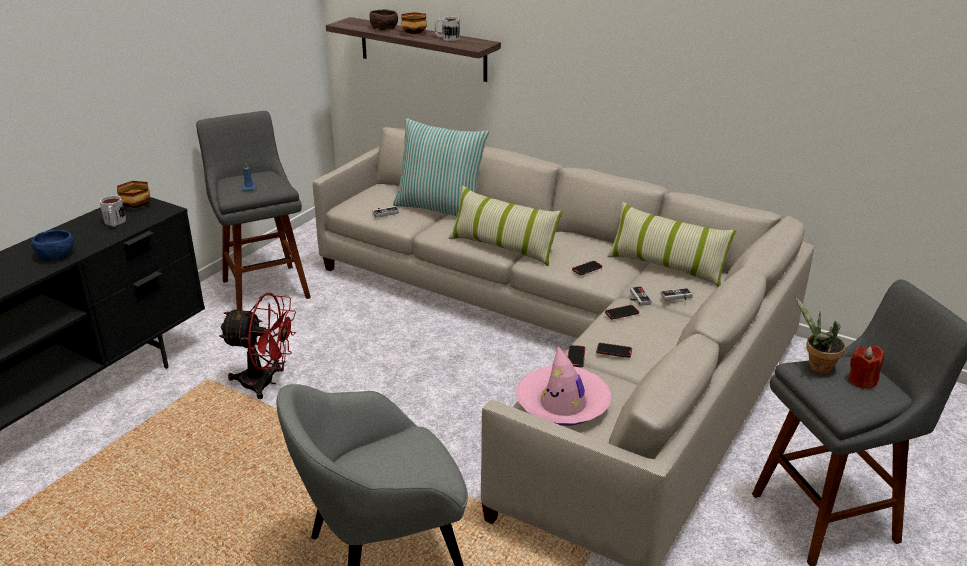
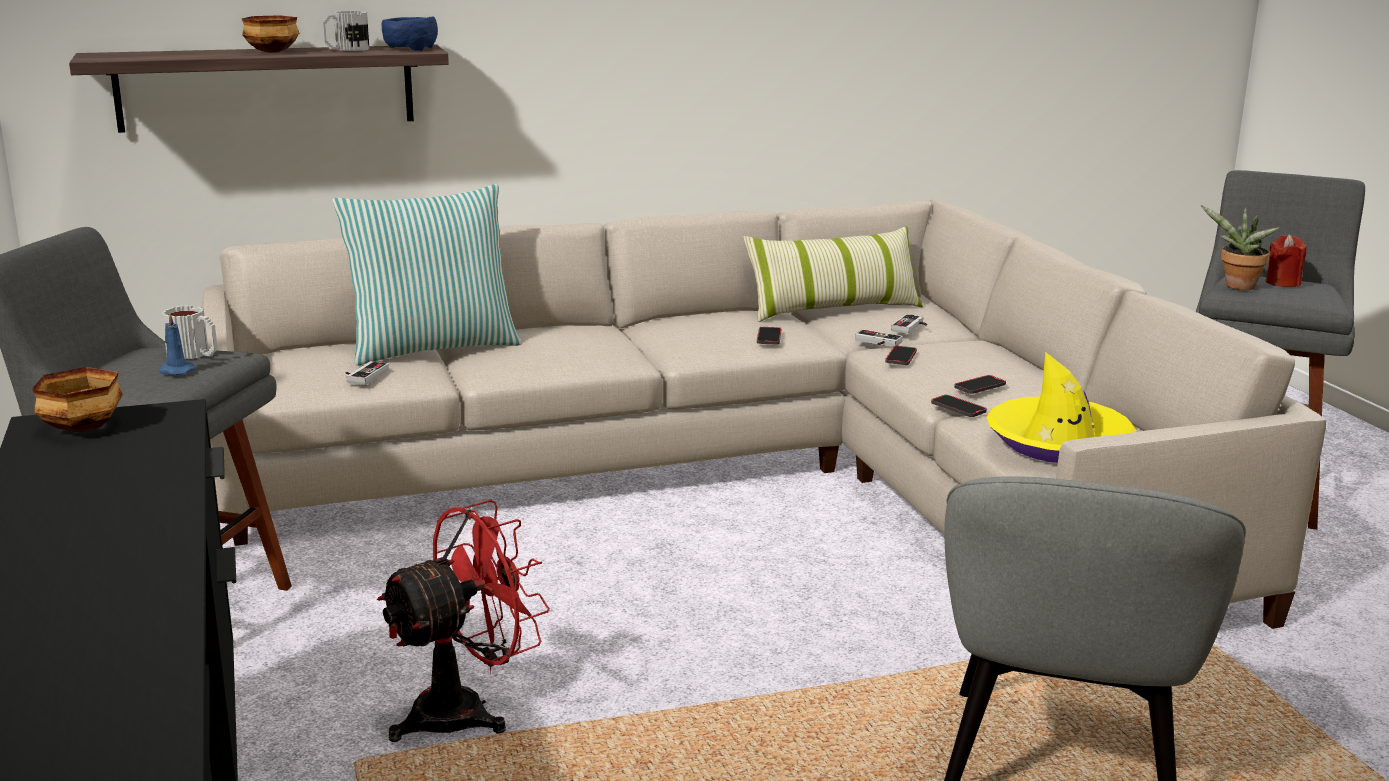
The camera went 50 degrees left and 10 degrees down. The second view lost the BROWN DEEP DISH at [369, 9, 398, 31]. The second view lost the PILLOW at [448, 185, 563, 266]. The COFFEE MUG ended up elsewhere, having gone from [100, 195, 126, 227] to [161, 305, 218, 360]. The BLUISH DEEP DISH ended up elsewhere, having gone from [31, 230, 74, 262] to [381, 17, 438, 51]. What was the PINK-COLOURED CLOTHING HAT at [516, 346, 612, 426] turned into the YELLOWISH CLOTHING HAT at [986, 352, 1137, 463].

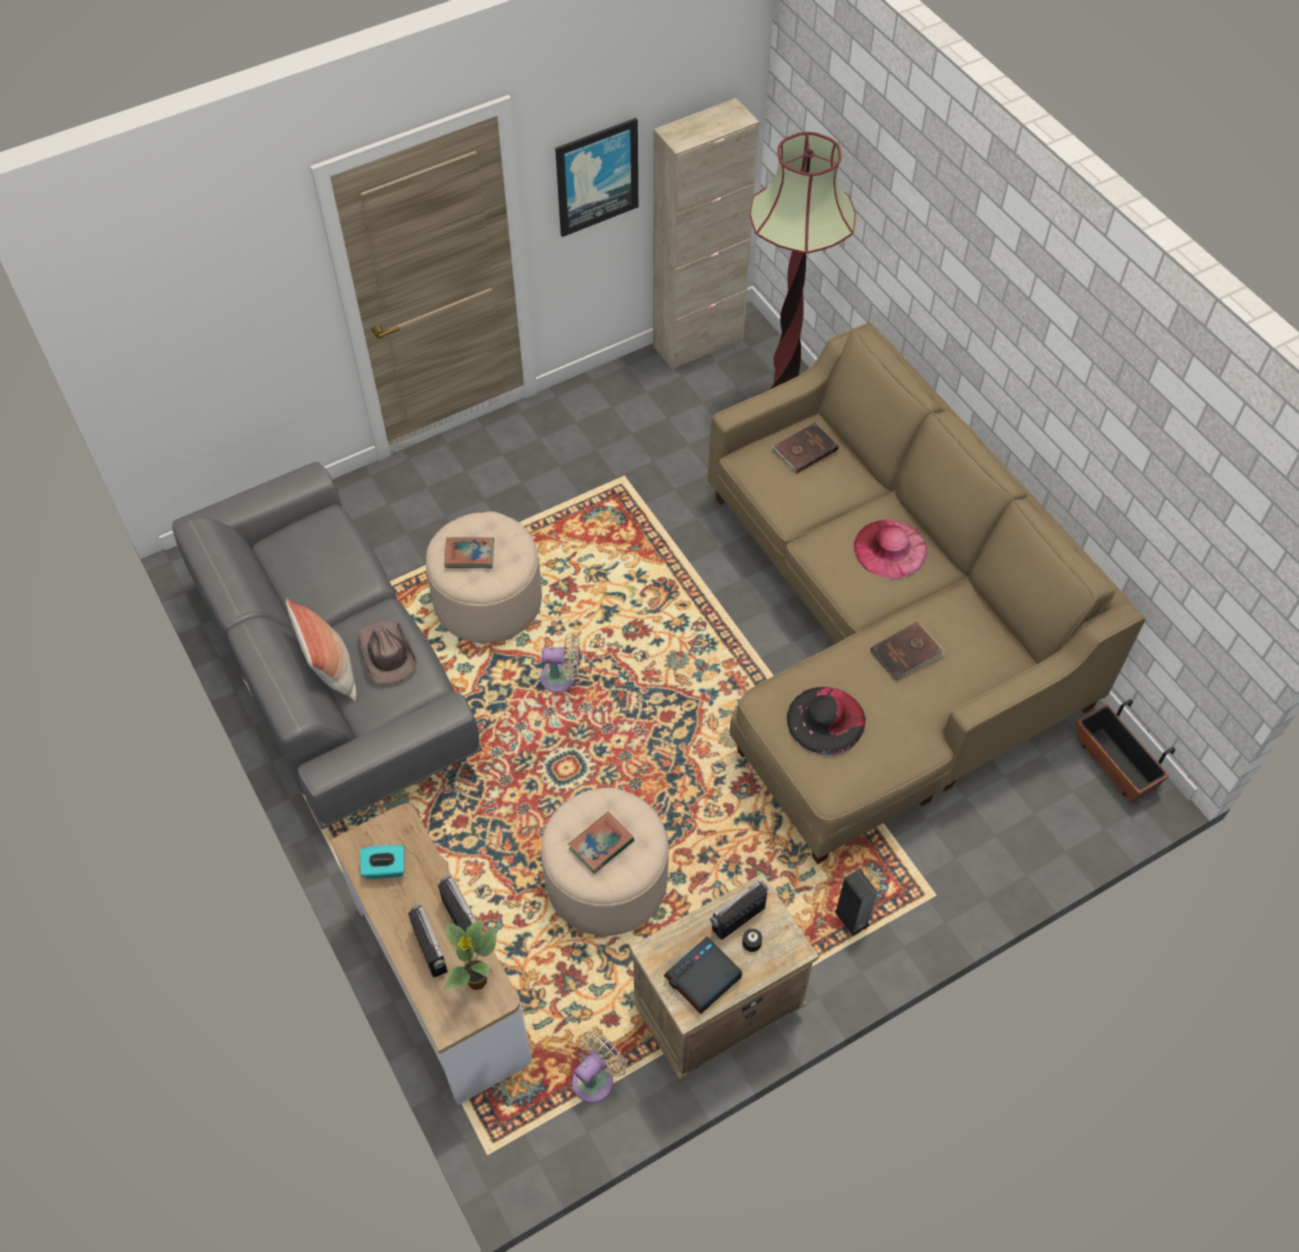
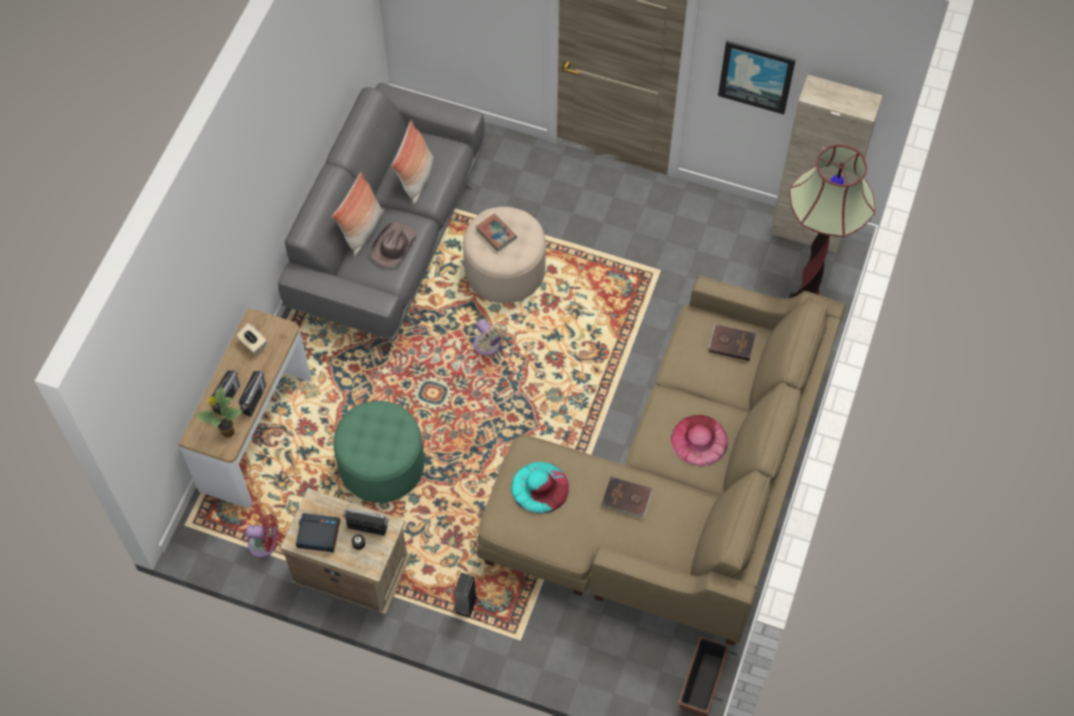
The camera went 50 degrees right and 5 degrees up. What was the BLACK-COLOURED CLOTHING HAT at [787, 687, 866, 755] turned into the TURQUOISE CLOTHING HAT at [511, 462, 569, 514]. What was the BEIGE FOOTREST at [541, 788, 669, 936] turned into the GREEN-COLOURED FOOTREST at [333, 401, 424, 503]. The second view lost the BOUND BOOK at [568, 812, 634, 874]. What was the TURQUOISE BOX OF TISSUES at [360, 845, 405, 879] turned into the BEIGE BOX OF TISSUES at [236, 323, 267, 354]. What was the BEIGE FAN at [572, 1030, 627, 1103] turned into the RED-COLOURED FAN at [246, 514, 278, 558]. The second view gained the PILLOW at [391, 120, 434, 205].

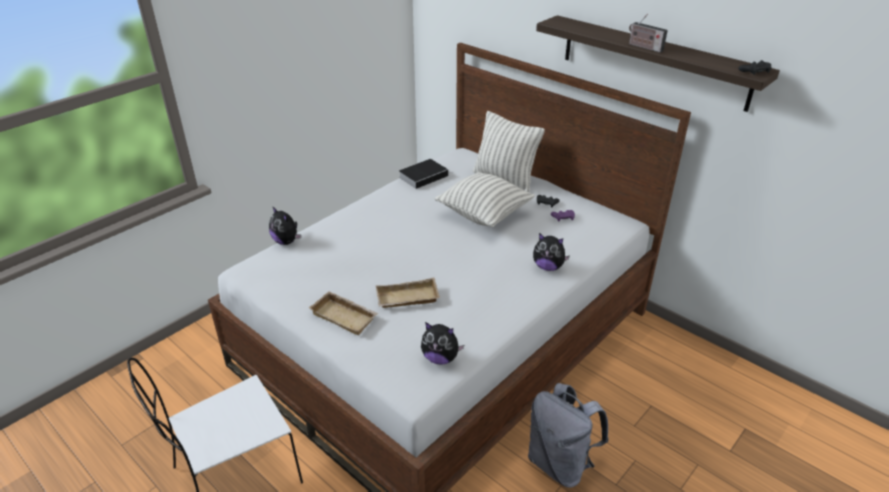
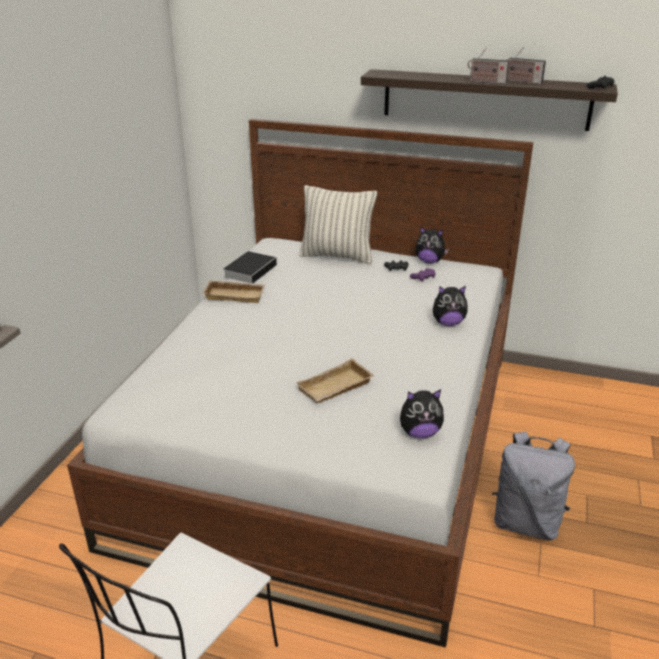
The camera went 25 degrees left and 5 degrees down. The second view lost the PILLOW at [434, 172, 535, 227]. The CUDDLY TOY ended up elsewhere, having gone from [269, 206, 301, 245] to [416, 227, 449, 264]. The BEIGE TRAY ended up elsewhere, having gone from [309, 291, 378, 335] to [203, 280, 265, 303]. The second view gained the RADIO at [507, 47, 546, 84].

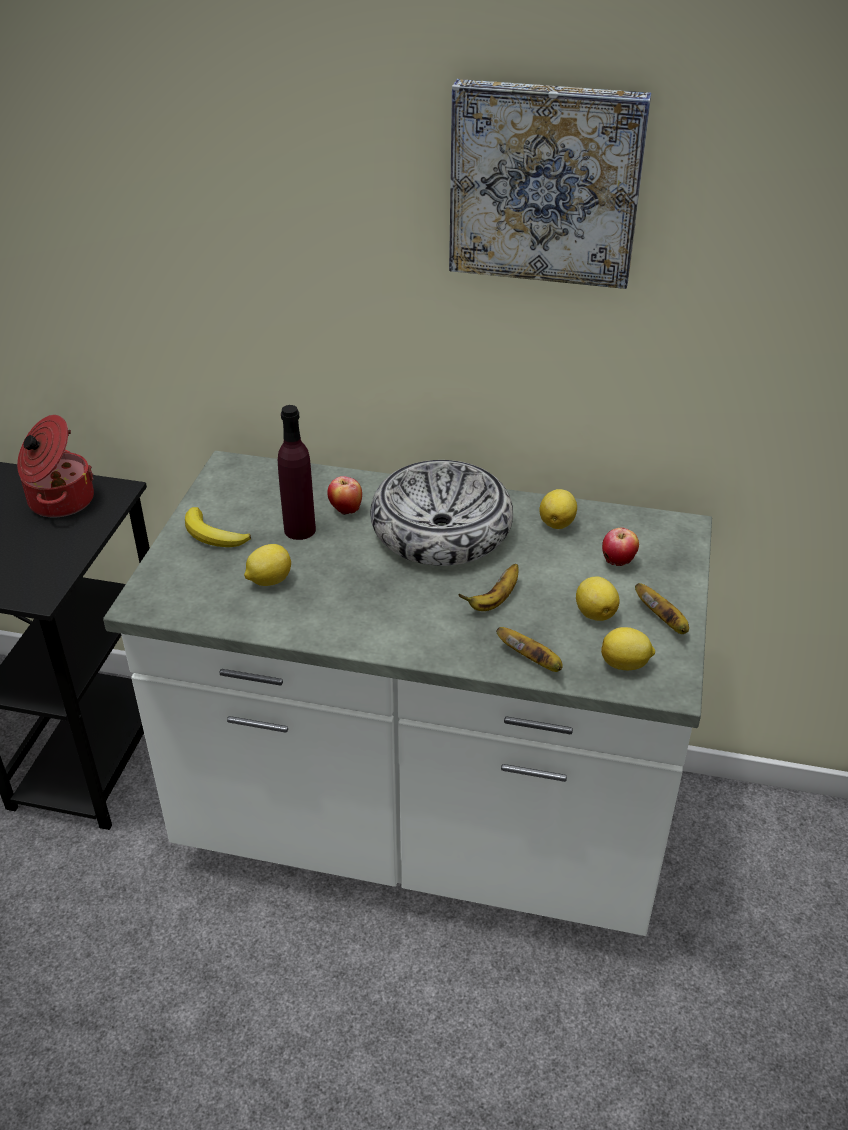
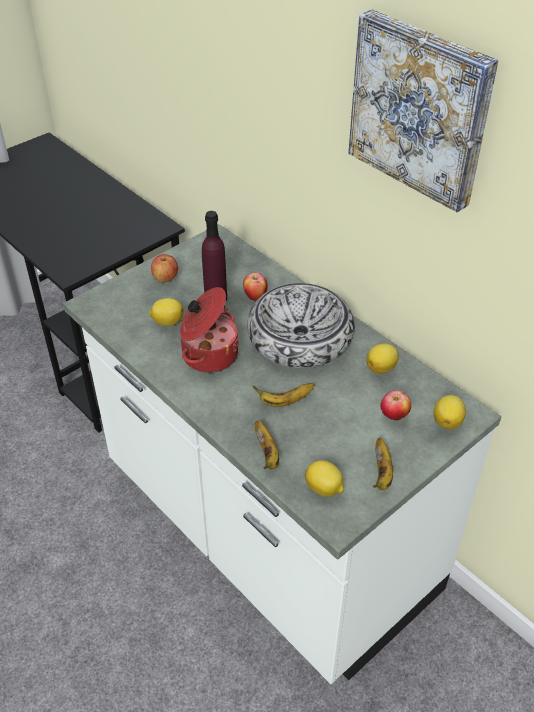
The camera went 35 degrees right and 5 degrees up. The COOKING POT ended up elsewhere, having gone from [17, 415, 94, 517] to [180, 287, 239, 373]. Where the BANANA FRUIT stood at [185, 507, 251, 547], the APPLE FRUIT came to stand at [151, 254, 178, 282]. The LEMON ended up elsewhere, having gone from [576, 577, 620, 621] to [434, 395, 466, 430].

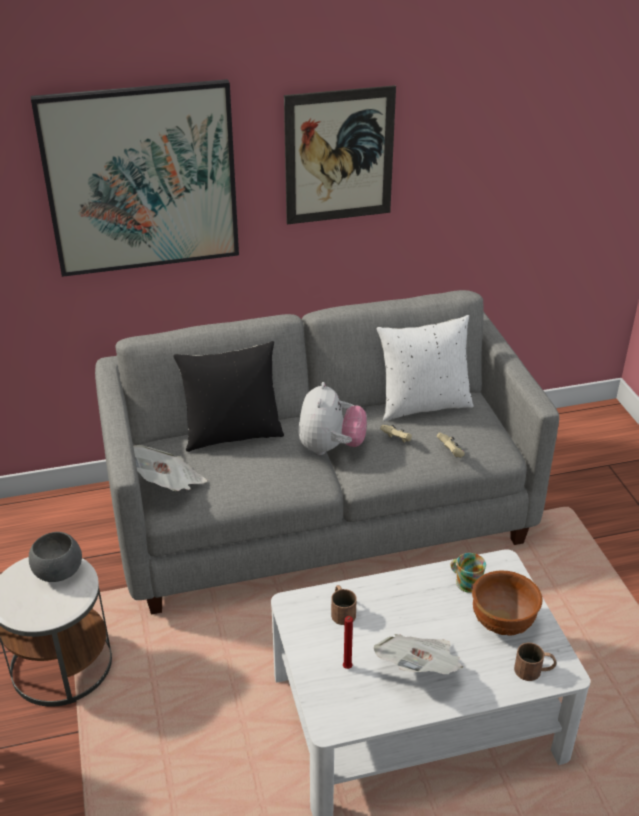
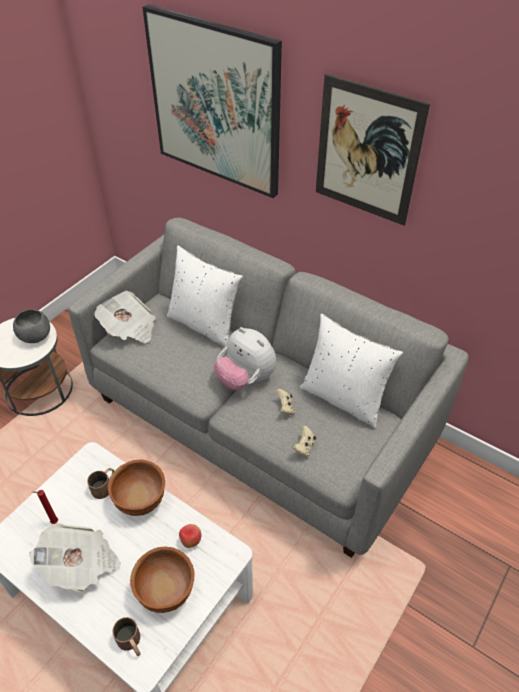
The camera went 50 degrees right and 10 degrees up. What was the BLACK-COLOURED PILLOW at [173, 341, 284, 452] turned into the WHITISH PILLOW at [167, 245, 243, 347]. The CUDDLY TOY at [298, 382, 367, 455] ended up facing another way, 75 degrees clockwise from before. Where the COFFEE MUG stood at [450, 553, 486, 593], the APPLE FRUIT came to stand at [179, 524, 202, 548]. The second view gained the BROWN DEEP DISH at [108, 459, 165, 516].

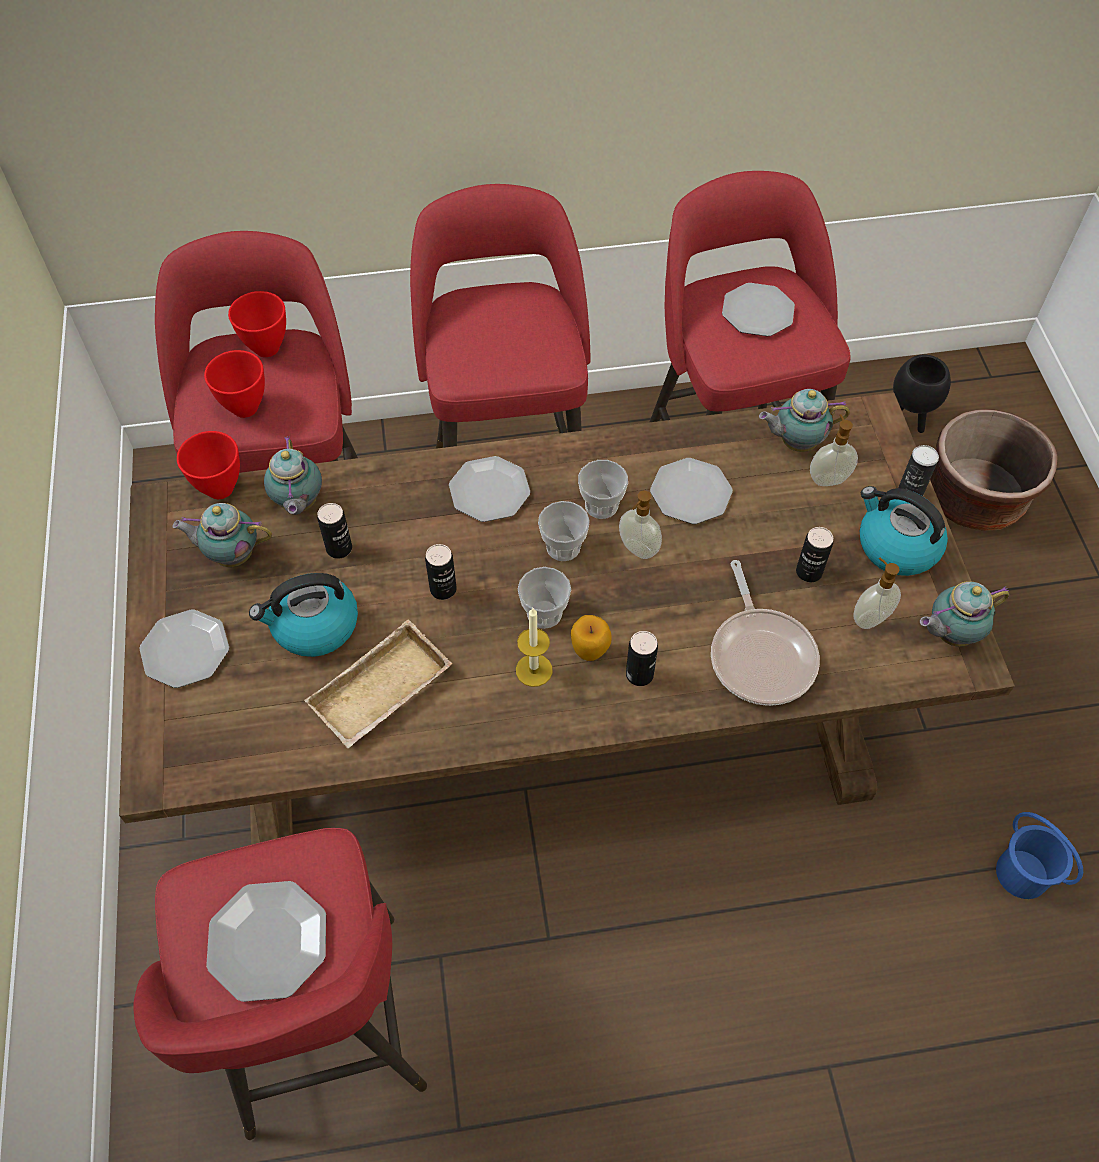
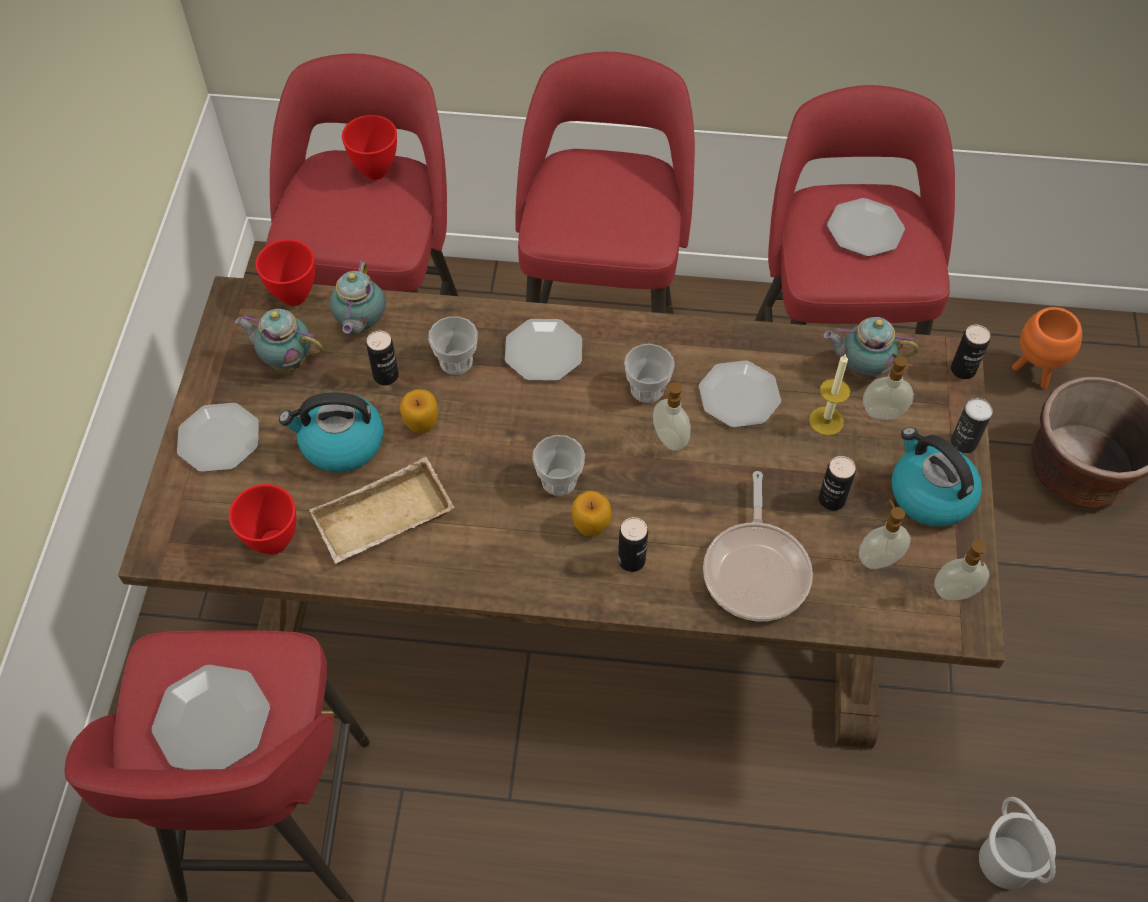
The camera went 15 degrees right and 0 degrees up. The RED-COLOURED DEEP DISH ended up elsewhere, having gone from [204, 350, 265, 418] to [229, 484, 296, 555]. What was the BLACK-COLOURED PLANTER at [893, 355, 951, 433] turned into the ORANGE PLANTER at [1012, 307, 1082, 389]. The CUP ended up elsewhere, having gone from [538, 501, 590, 561] to [428, 316, 478, 375]. The METAL CAN ended up elsewhere, having gone from [425, 544, 457, 600] to [951, 325, 990, 379]. Where the TEAPOT stood at [920, 581, 1010, 647], the SOAP BOTTLE came to stand at [934, 540, 990, 600]. The WAX LIGHT ended up elsewhere, having gone from [516, 608, 553, 687] to [809, 354, 850, 436]. What was the BLUISH BUCKET at [996, 812, 1083, 899] turned into the WHITISH BUCKET at [979, 797, 1056, 889]. The second view gained the APPLE FRUIT at [400, 389, 438, 434].

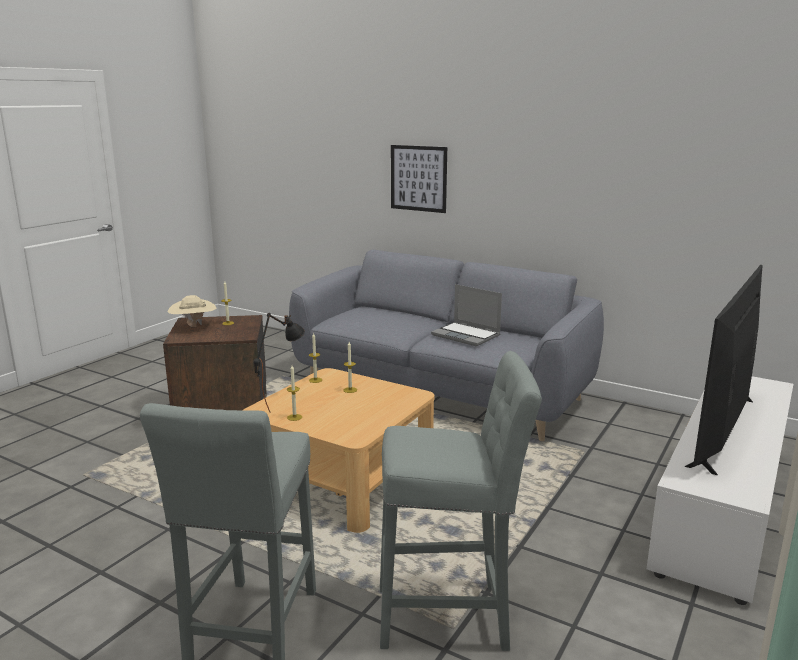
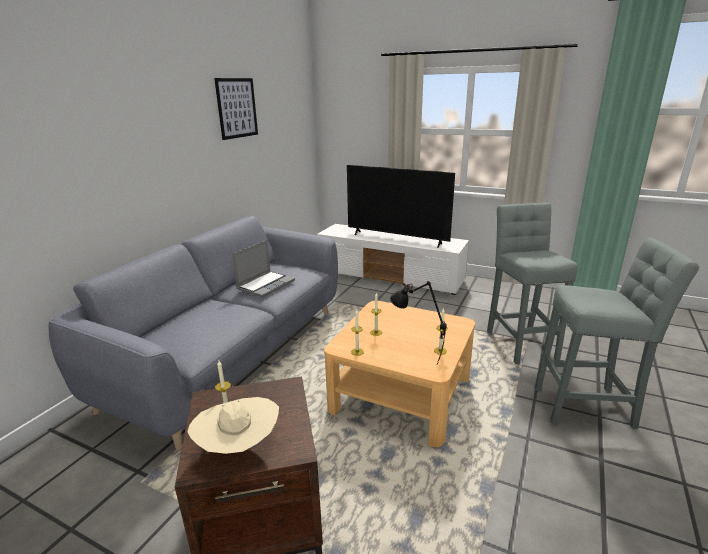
The camera went 95 degrees left and 5 degrees up. The WALL ART ended up elsewhere, having gone from [391, 145, 447, 213] to [214, 78, 258, 140].

